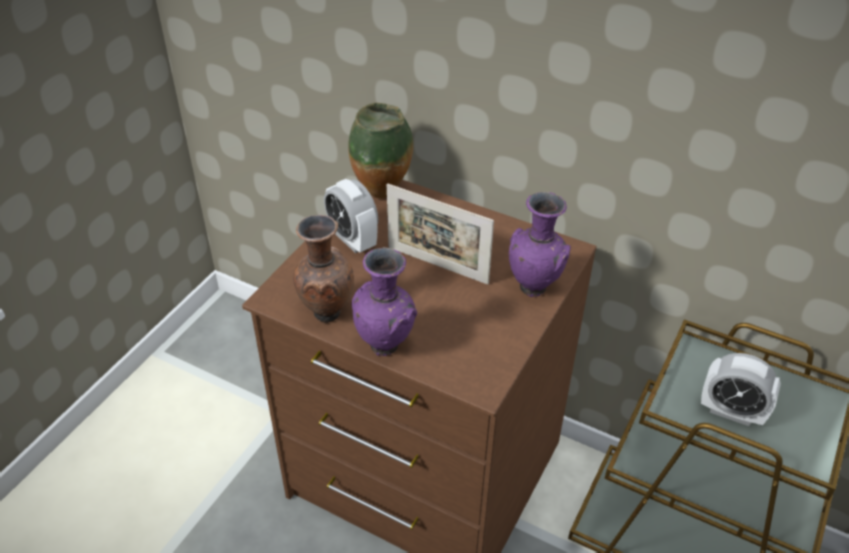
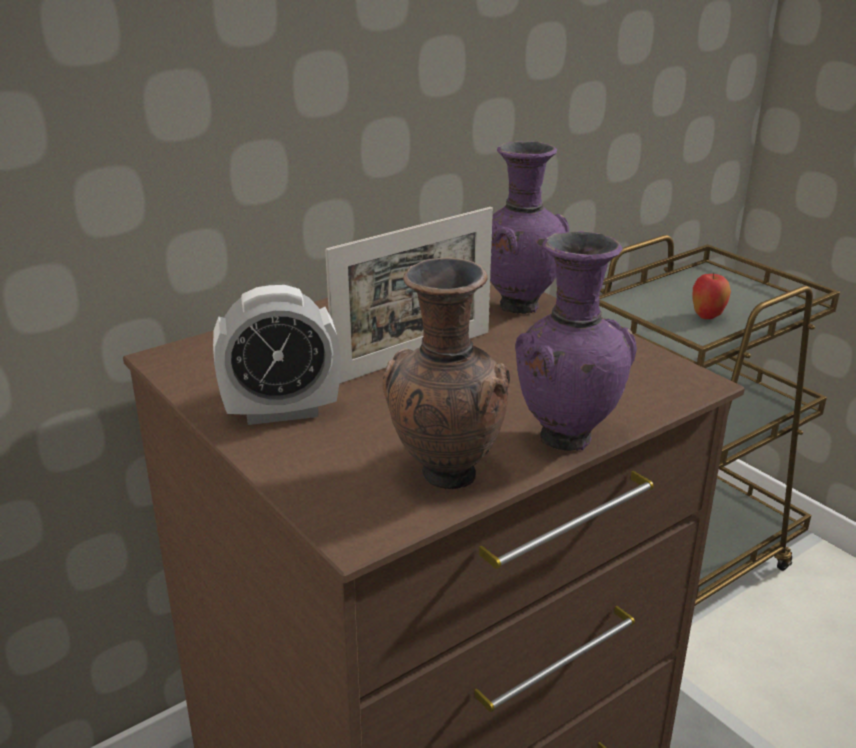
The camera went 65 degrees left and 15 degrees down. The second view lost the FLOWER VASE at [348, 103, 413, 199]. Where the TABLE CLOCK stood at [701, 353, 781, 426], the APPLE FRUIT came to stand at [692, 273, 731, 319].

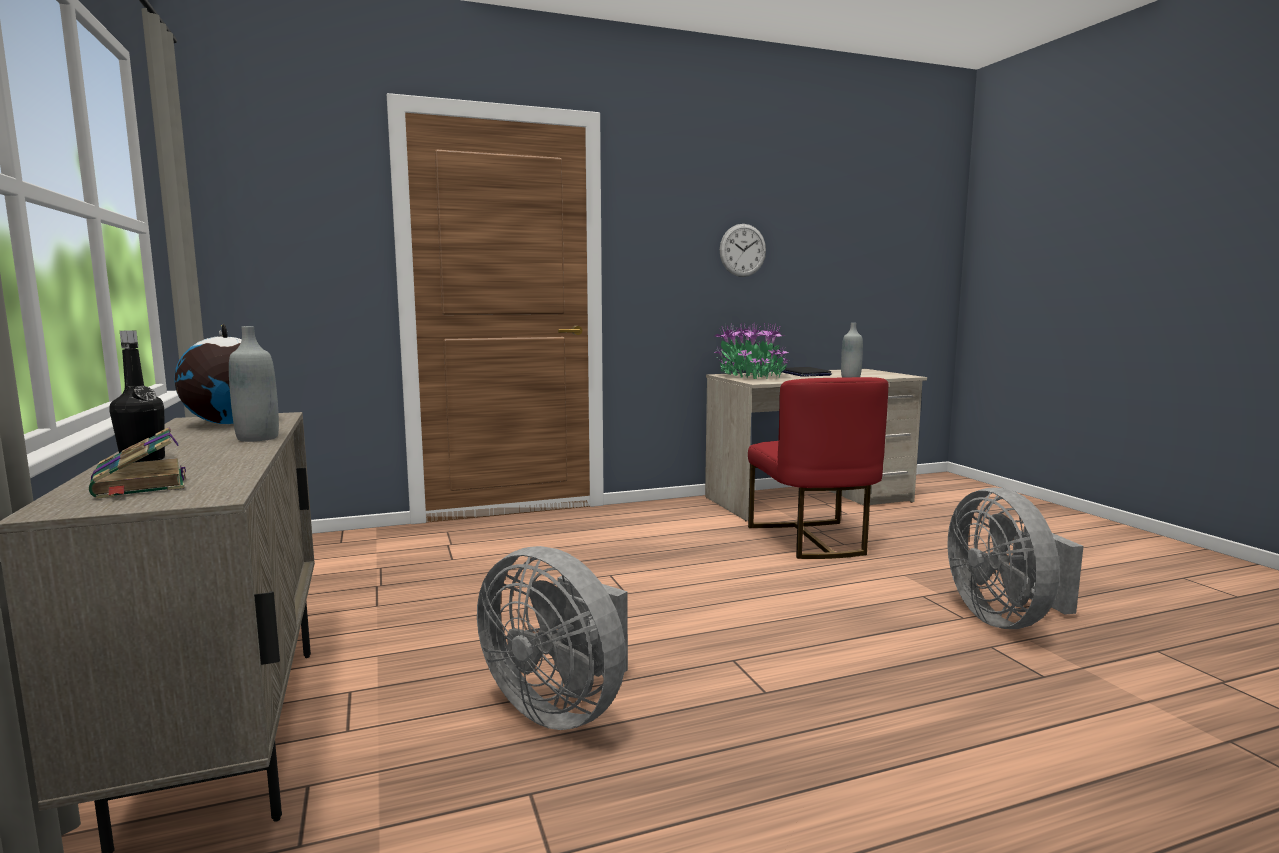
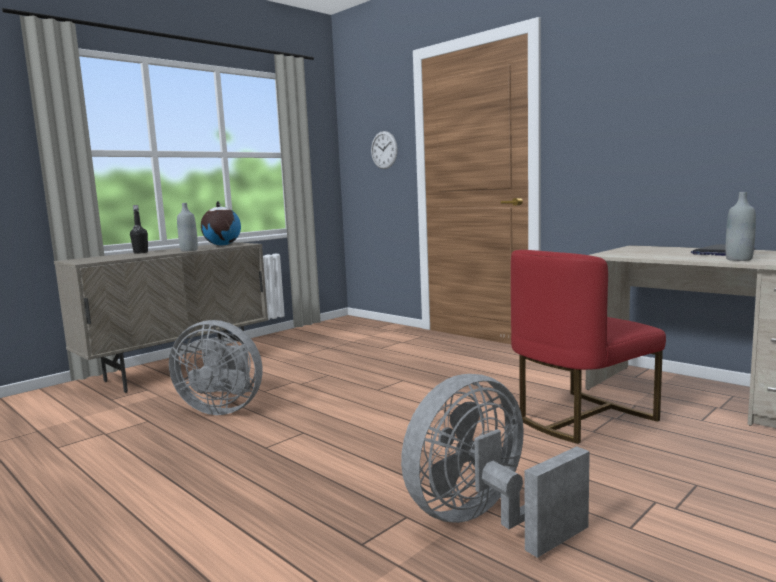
The camera went 65 degrees right and 0 degrees up. The CLOCK ON THE WALL ended up elsewhere, having gone from [720, 224, 766, 277] to [371, 131, 398, 169]. The second view lost the HOUSEPLANT at [714, 322, 789, 379]. The second view lost the BOUND BOOK at [89, 427, 186, 499]. The GREY FAN at [477, 546, 628, 730] ended up facing another way, 90 degrees counterclockwise from before.

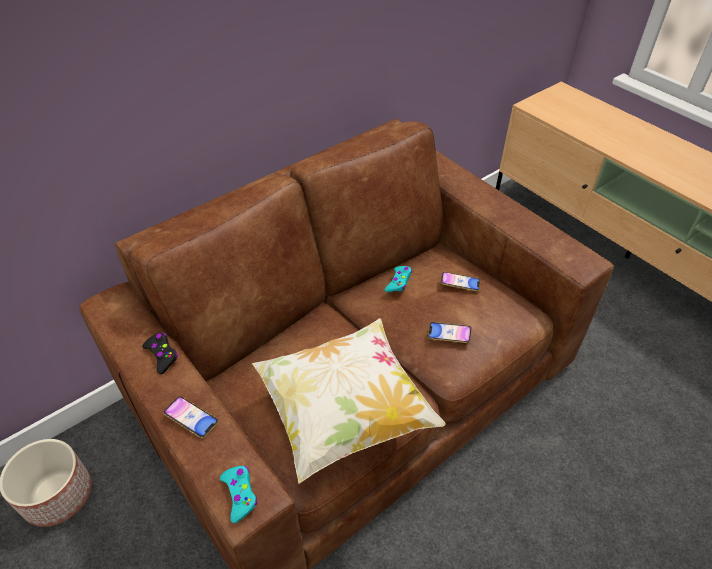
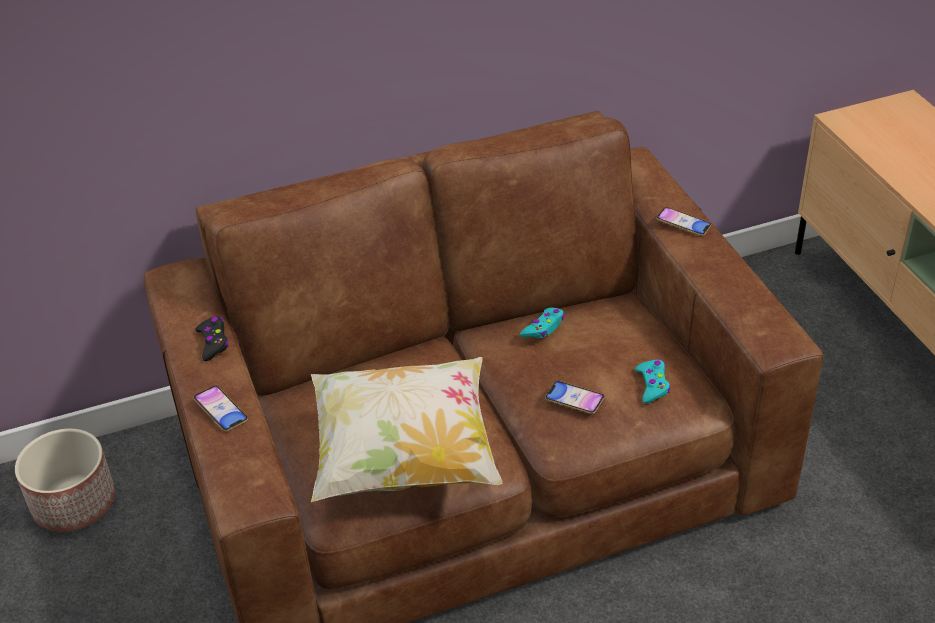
The camera went 20 degrees right and 5 degrees down. The PHONE ended up elsewhere, having gone from [441, 272, 480, 292] to [656, 207, 711, 236]. The TURQUOISE JOYPAD ended up elsewhere, having gone from [220, 466, 257, 523] to [635, 360, 670, 403].

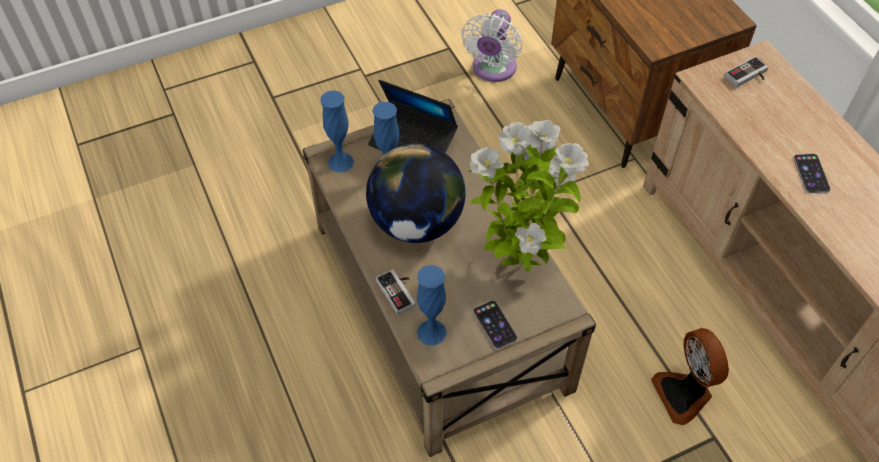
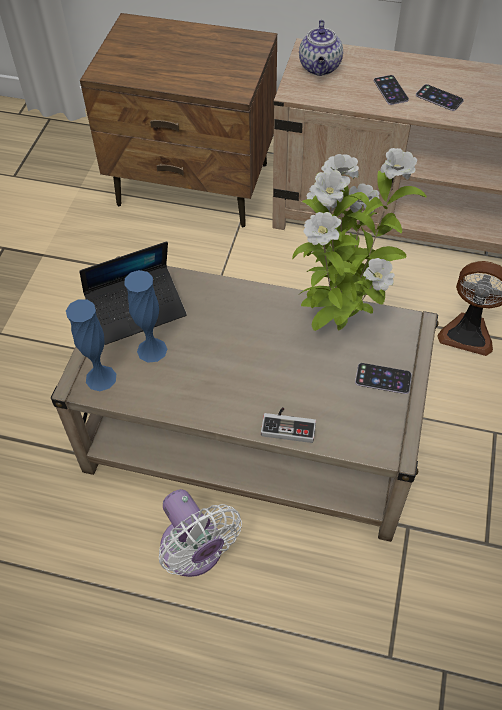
The camera went 50 degrees left and 0 degrees up. The WHITISH FAN ended up elsewhere, having gone from [461, 9, 522, 82] to [159, 489, 242, 577]. Where the JOYPAD stood at [724, 56, 769, 87], the TEAPOT came to stand at [299, 20, 343, 76]. The second view lost the GLOBE at [366, 143, 466, 243]. The second view lost the BLUISH FLOWER VASE at [417, 265, 447, 346]. The second view gained the PHONE at [374, 75, 409, 105].

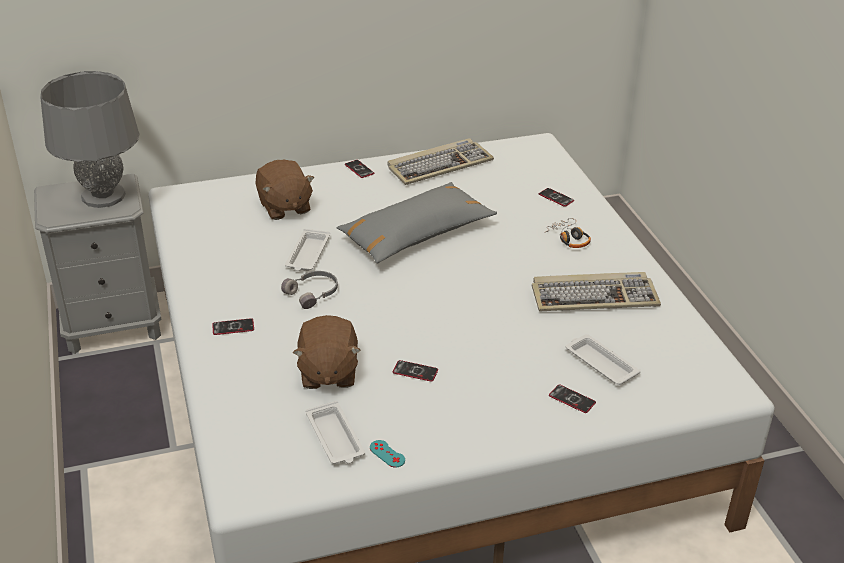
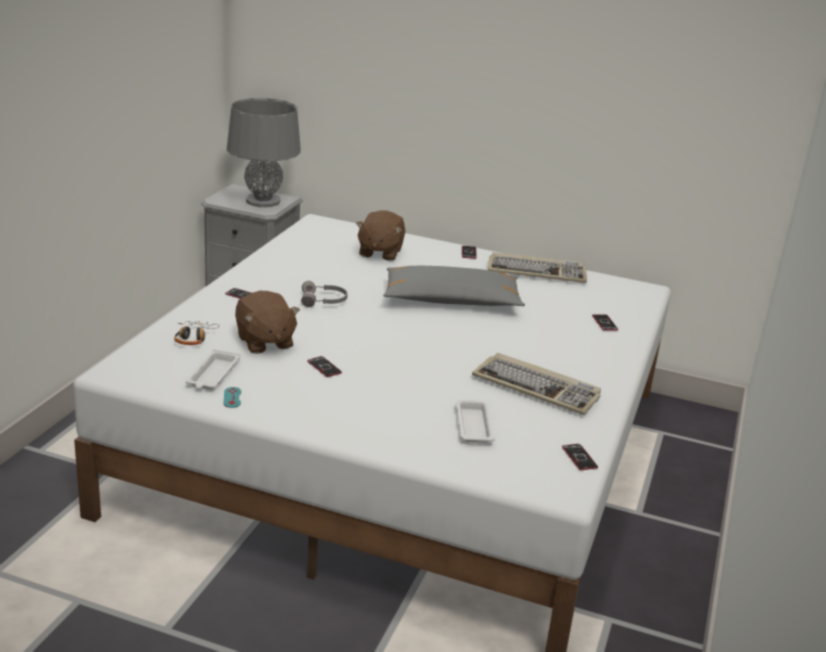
The camera went 35 degrees right and 10 degrees down. The HEADPHONES ended up elsewhere, having gone from [546, 218, 591, 248] to [174, 321, 218, 345]. The second view lost the WHITISH TRAY at [285, 229, 331, 271]. The BROWN CUDDLY TOY at [293, 315, 361, 389] ended up facing another way, 60 degrees counterclockwise from before. The PHONE ended up elsewhere, having gone from [549, 385, 596, 413] to [562, 444, 598, 470].

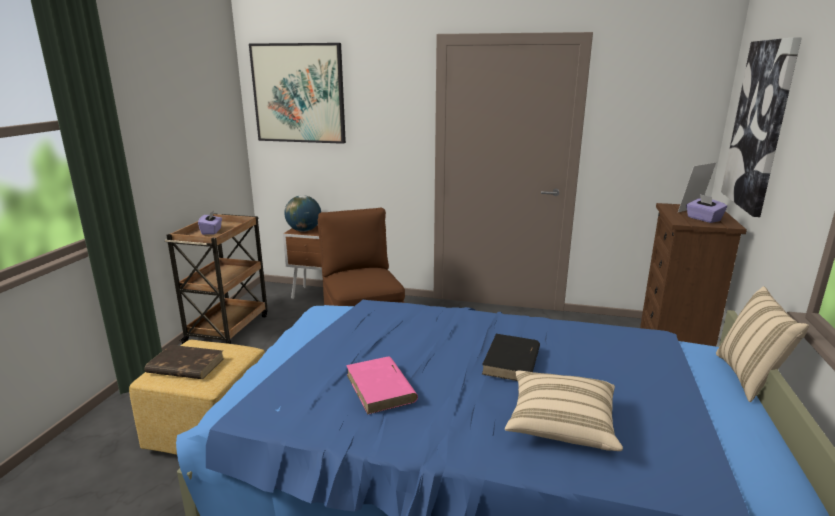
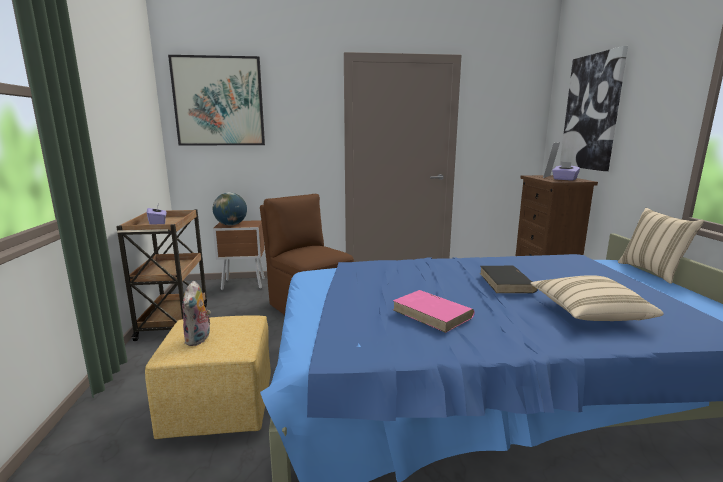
The camera went 20 degrees left and 5 degrees down. Where the BROWN BOUND BOOK stood at [144, 345, 224, 379], the CUDDLY TOY came to stand at [182, 281, 211, 346].

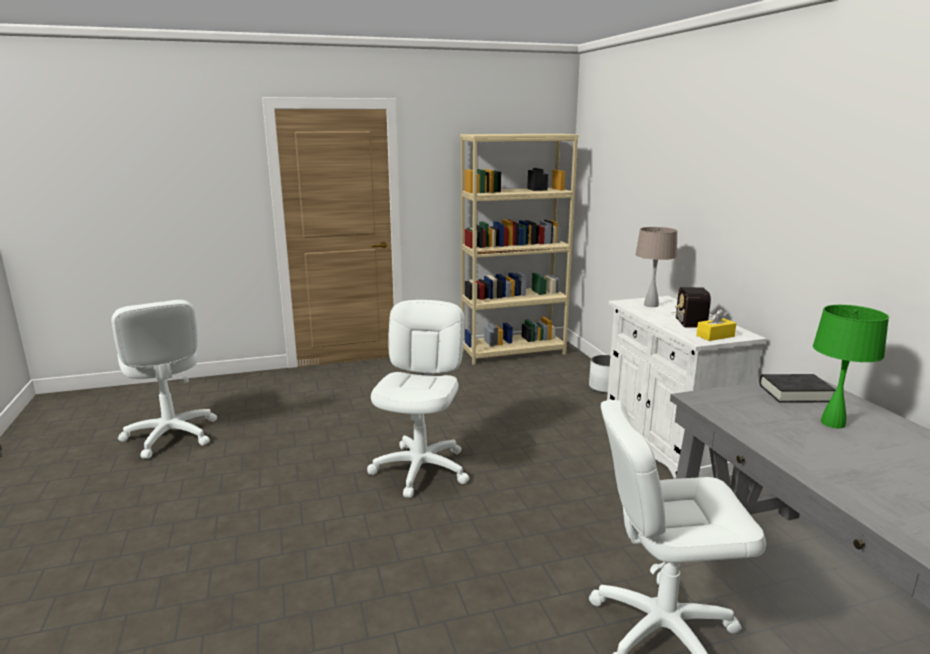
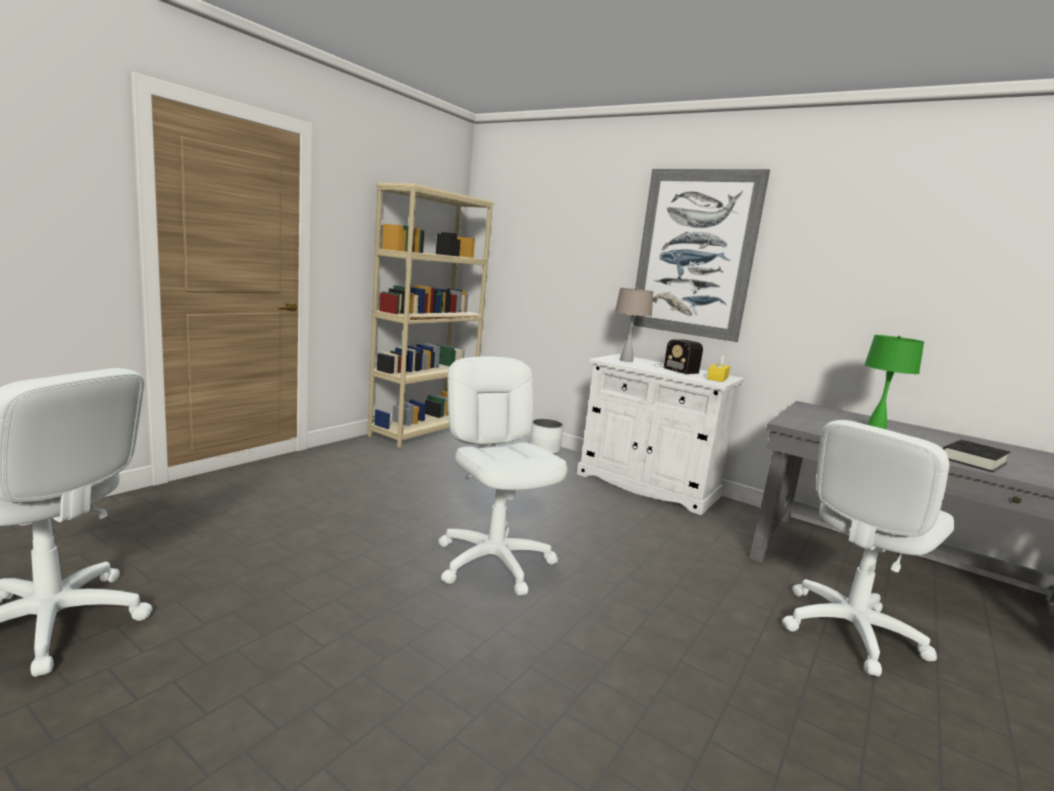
The camera went 40 degrees left and 5 degrees down. The BLACK-COLOURED BOUND BOOK ended up elsewhere, having gone from [759, 374, 836, 403] to [943, 440, 1010, 472]. The second view gained the WALL ART at [633, 169, 770, 342].

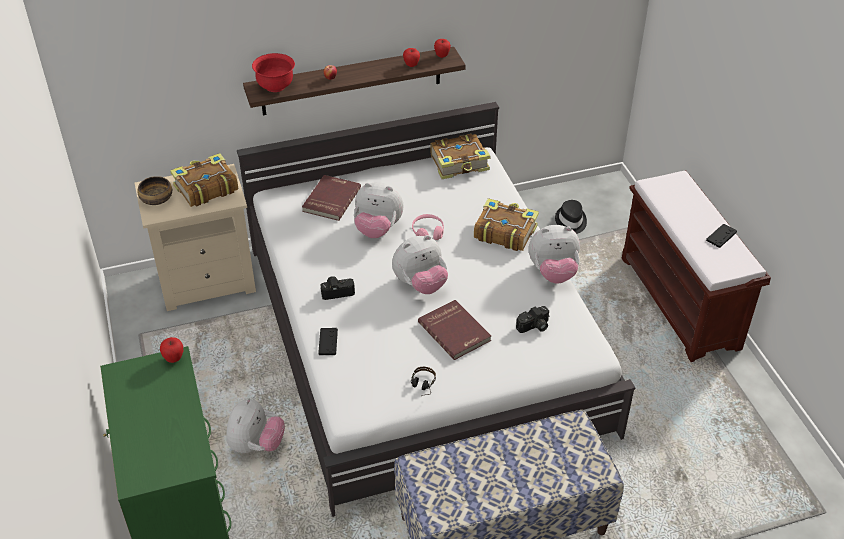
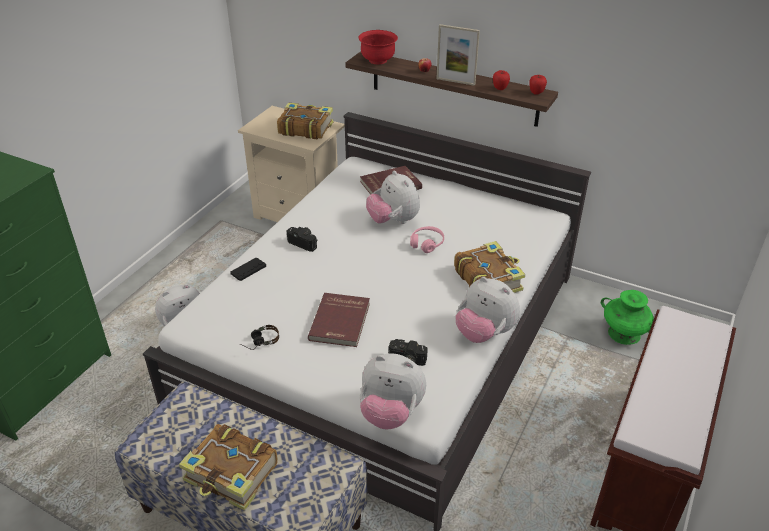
The camera went 45 degrees right and 5 degrees down. The BOUND BOOK ended up elsewhere, having gone from [430, 133, 491, 179] to [179, 424, 278, 511]. The second view lost the DEEP DISH at [137, 176, 172, 205]. Where the BLACK-COLOURED CLOTHING HAT stood at [555, 200, 587, 234], the GREEN-COLOURED FLOWER VASE came to stand at [601, 290, 654, 345]. The second view lost the BLACK-COLOURED JOYPAD at [706, 224, 737, 247]. The CUDDLY TOY ended up elsewhere, having gone from [392, 235, 448, 294] to [360, 353, 426, 430]. The second view lost the APPLE FRUIT at [160, 337, 183, 363]. The second view gained the PICTURE FRAME at [436, 24, 480, 86].

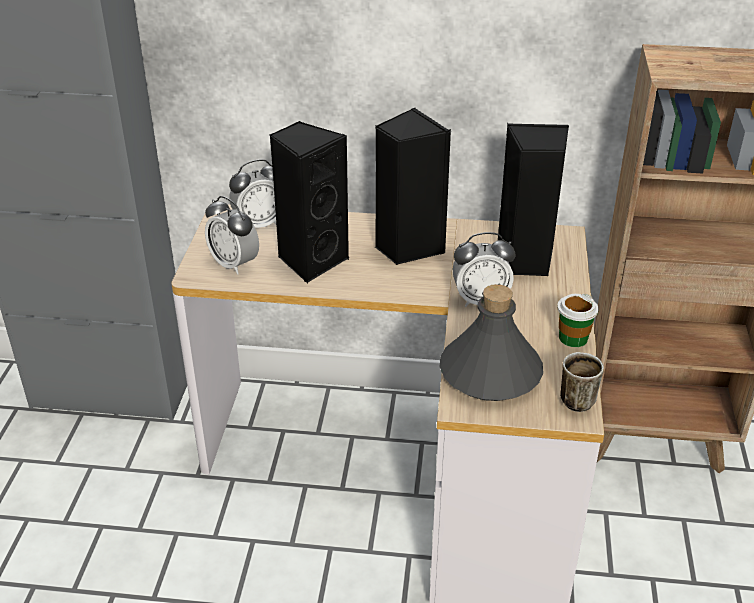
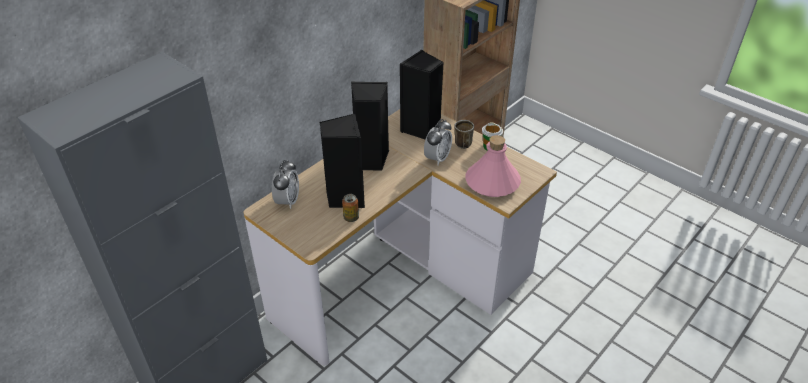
The camera went 55 degrees left and 5 degrees up. The second view lost the TABLE CLOCK at [205, 196, 259, 275]. What was the GREY BOTTLE at [440, 284, 543, 401] turned into the PINK-COLOURED BOTTLE at [466, 135, 521, 197]. The COFFEE MUG ended up elsewhere, having gone from [560, 352, 604, 412] to [454, 120, 474, 149]. The second view gained the METAL CAN at [342, 194, 359, 222].

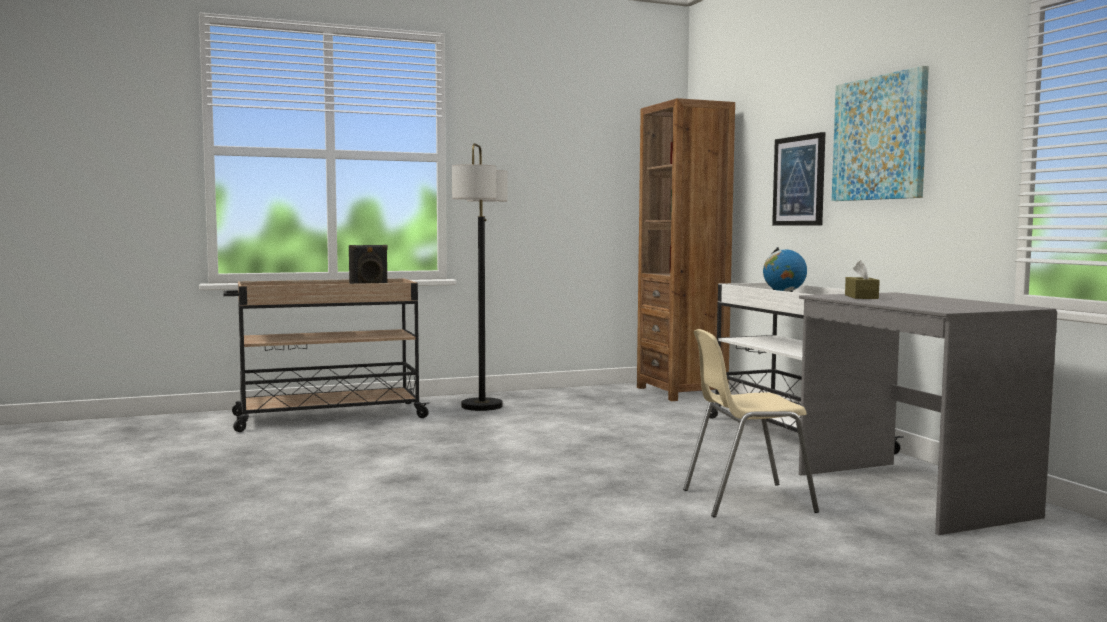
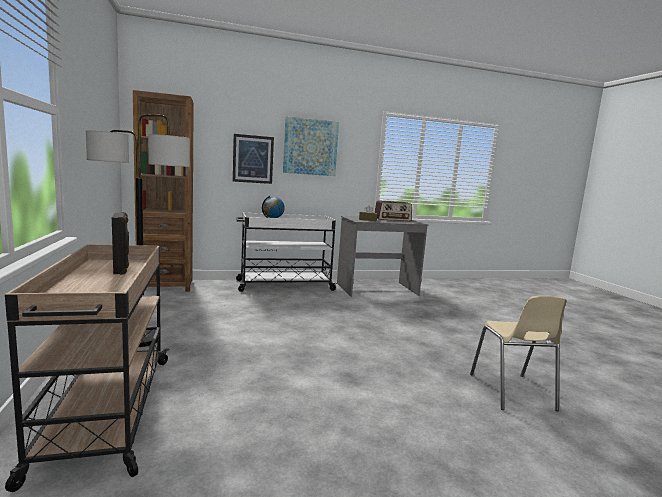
The camera went 85 degrees left and 5 degrees up. The BEIGE UPRIGHT CHAIR ended up elsewhere, having gone from [683, 329, 819, 518] to [470, 296, 567, 411]. The second view gained the RADIO at [374, 200, 412, 221].

